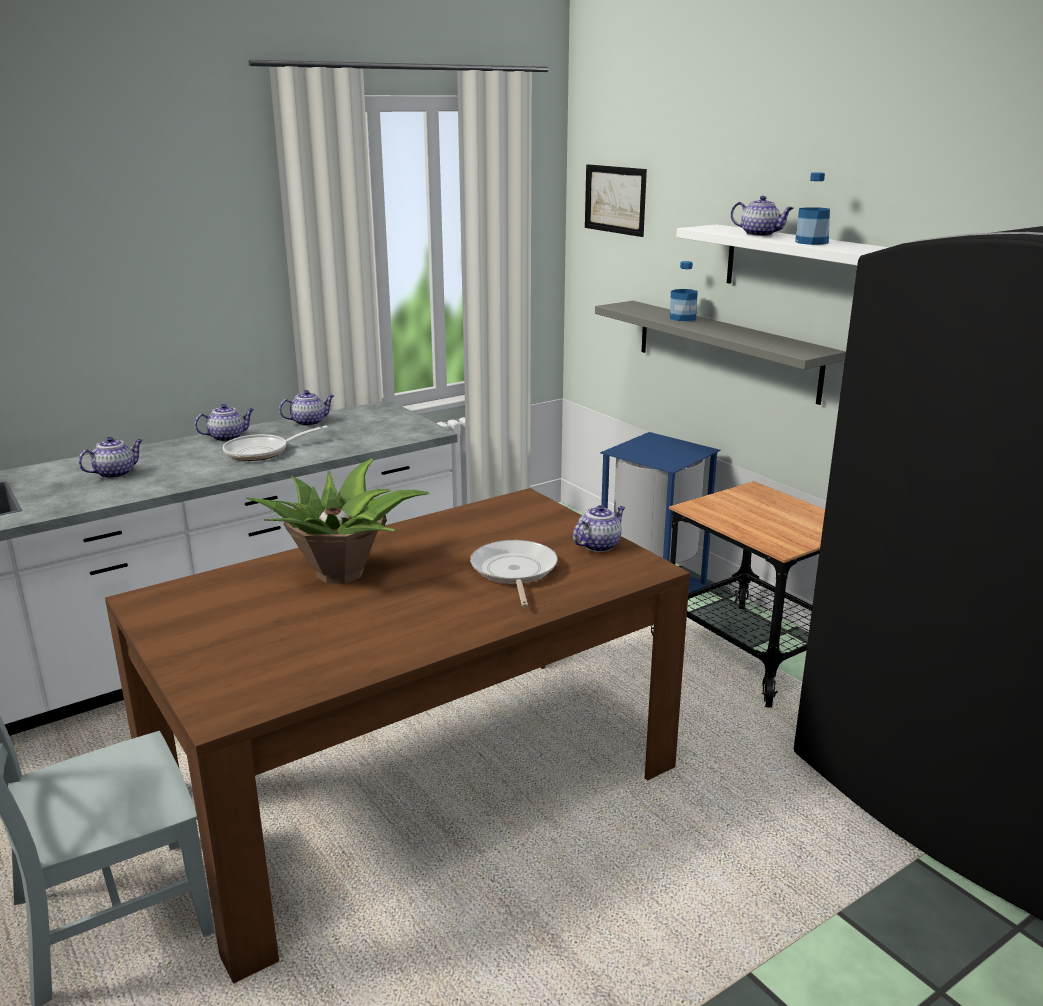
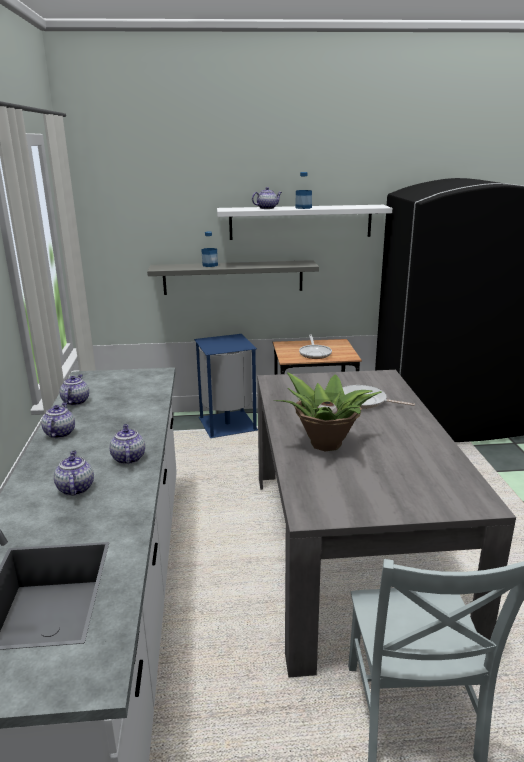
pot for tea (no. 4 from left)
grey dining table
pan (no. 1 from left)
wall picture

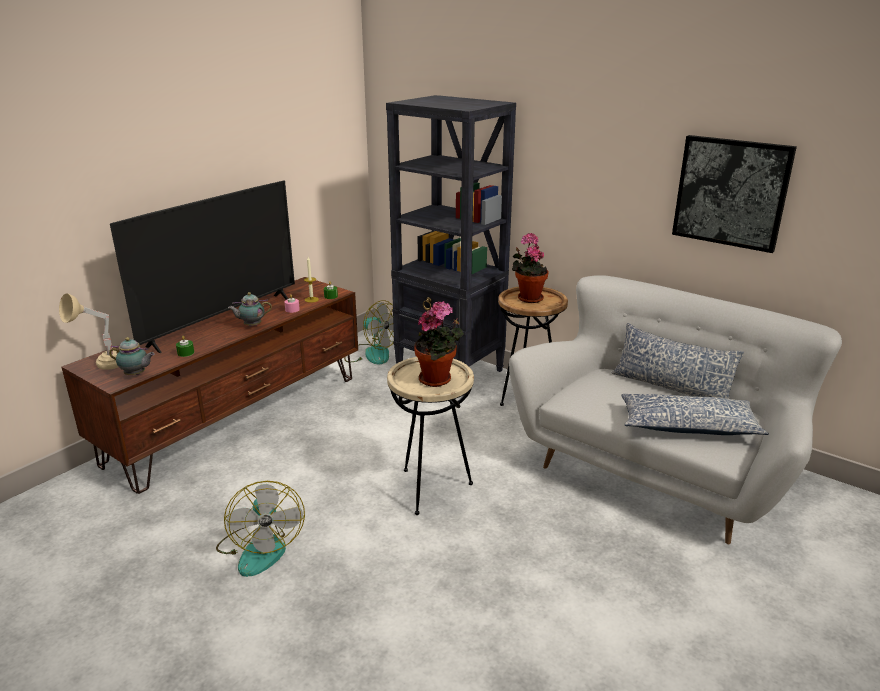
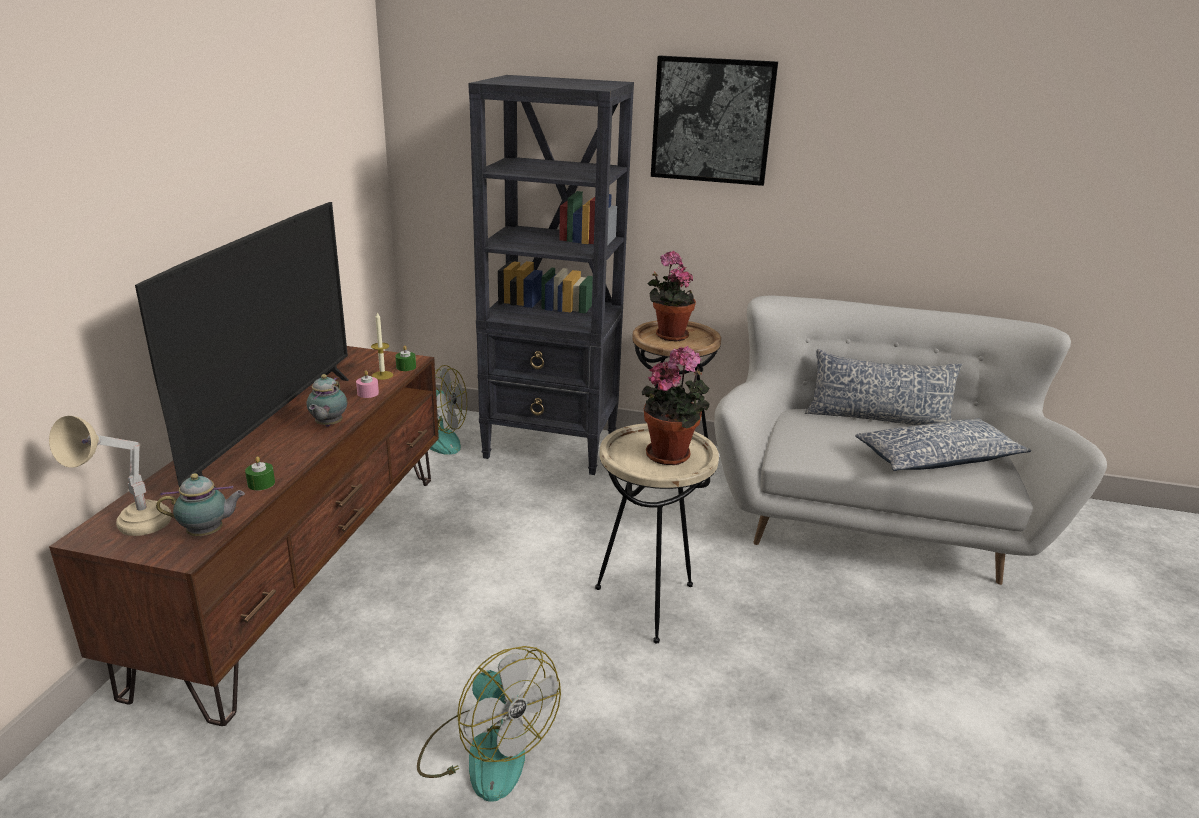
pot for tea (no. 2 from left)
wall picture

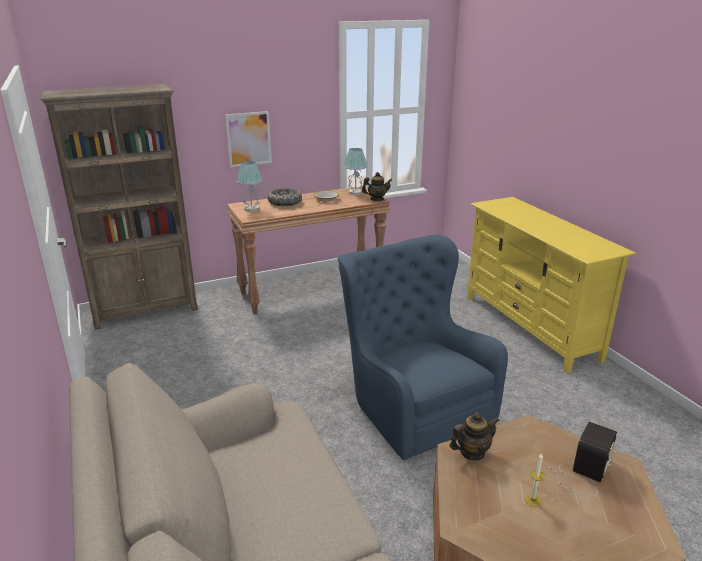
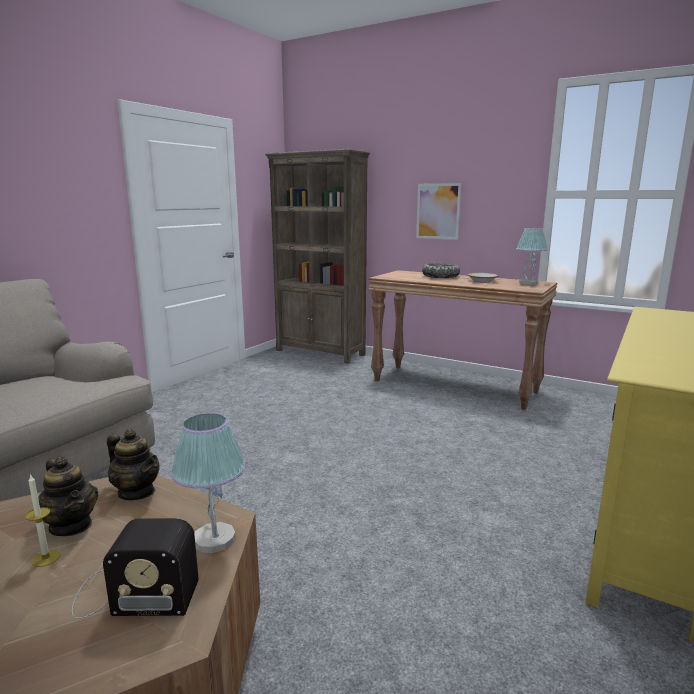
pot for tea (no. 1 from left)
tabletop lamp (no. 1 from left)
bluish armchair

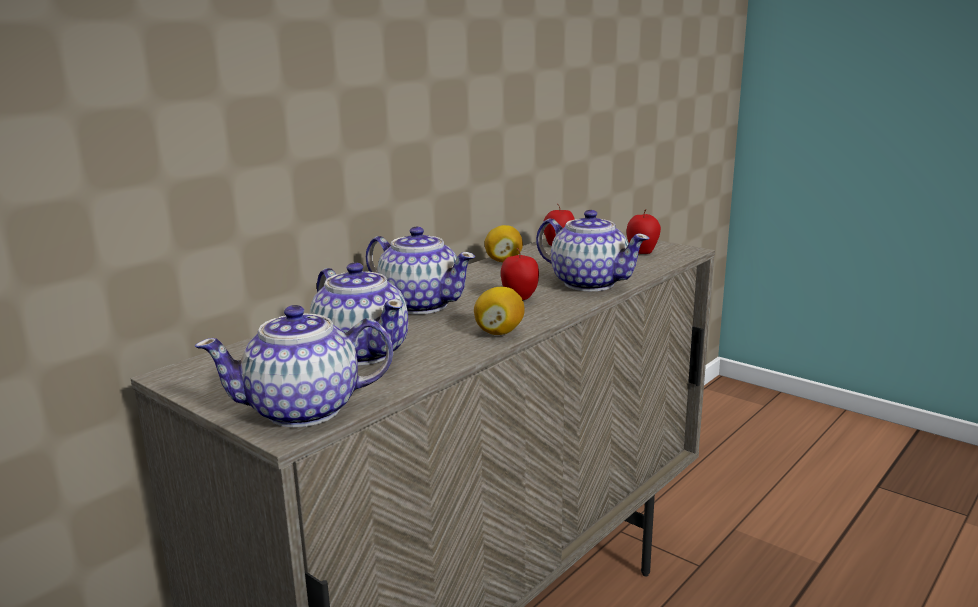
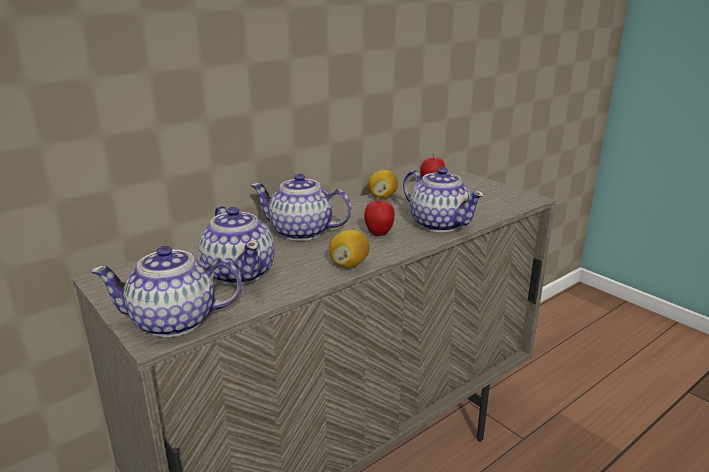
pot for tea (no. 3 from left)
apple fruit (no. 3 from left in the first image)

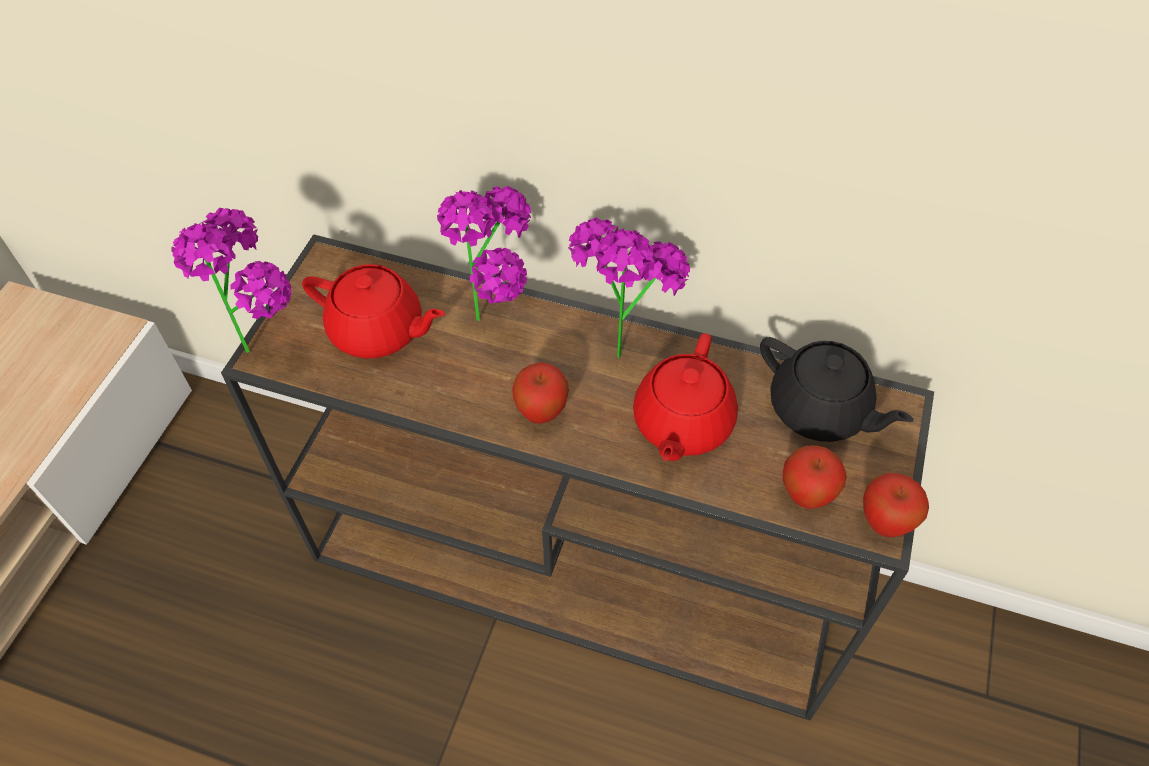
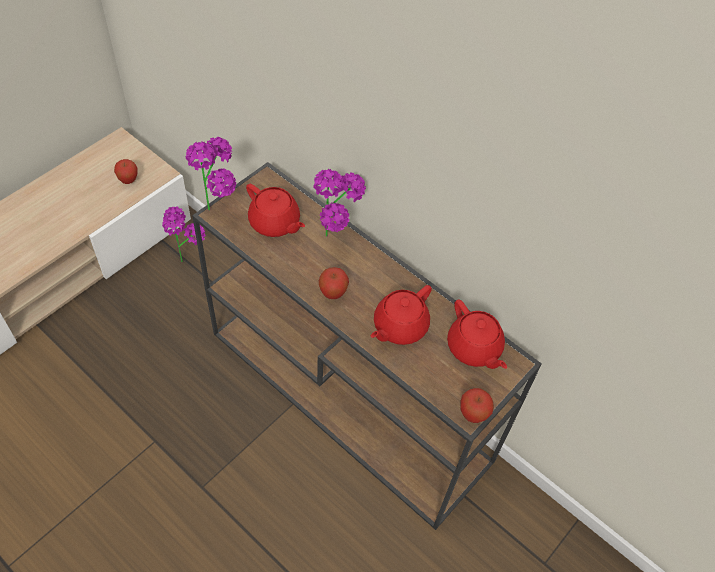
apple fruit (no. 1 from left)
potted plant (no. 1 from left)
reddish pot for tea (no. 3 from left)

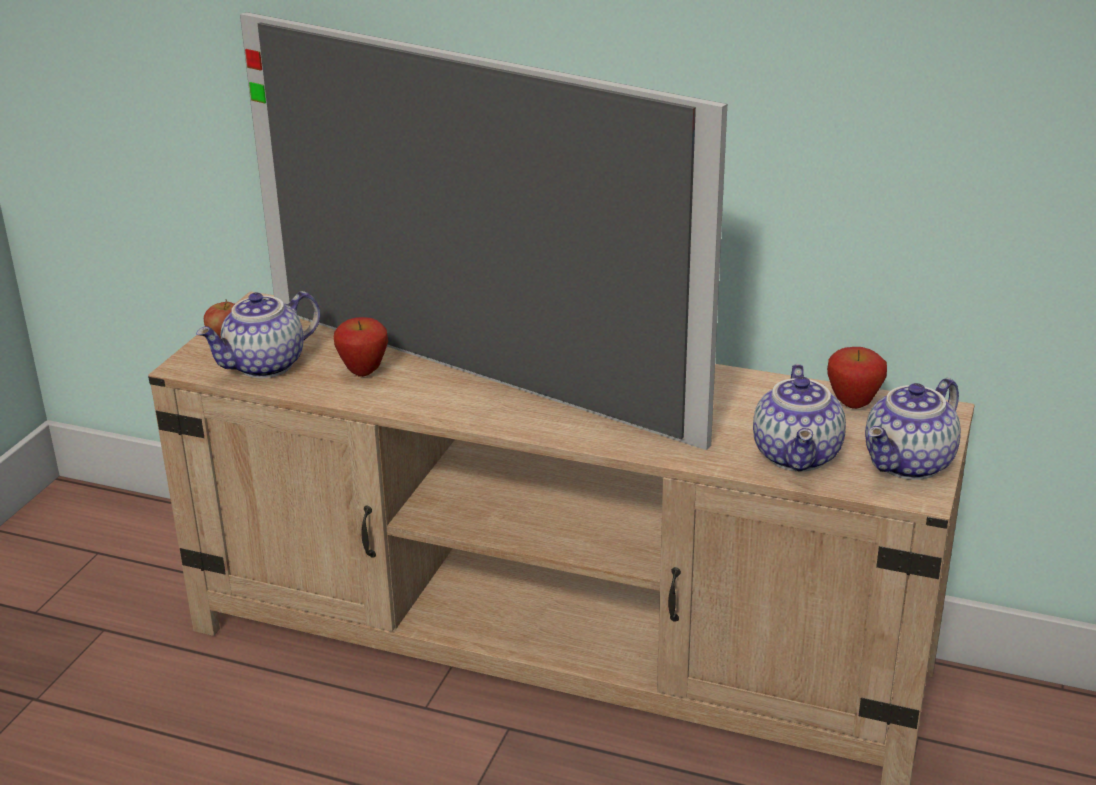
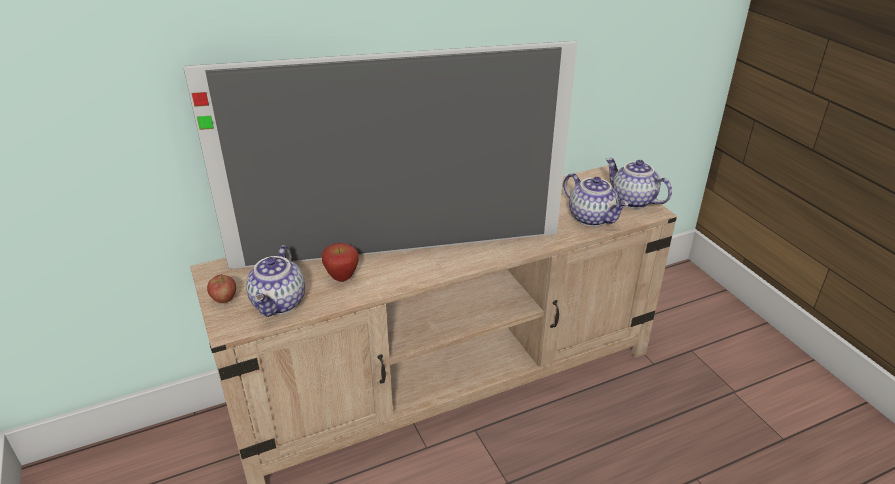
pot for tea (no. 3 from left)
apple fruit (no. 3 from left in the first image)

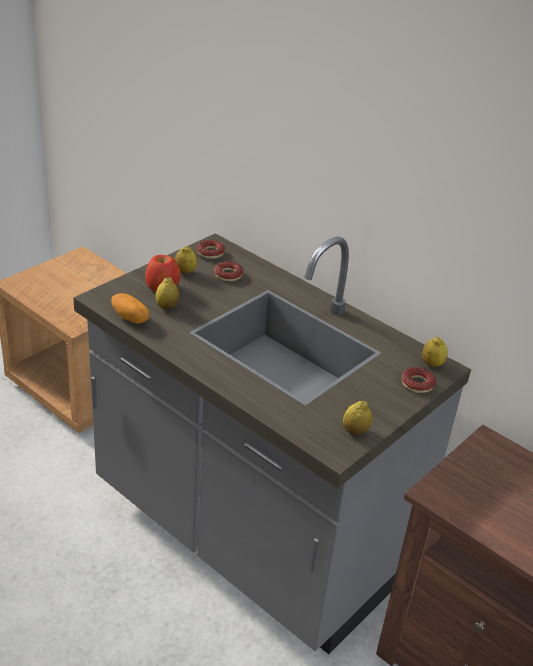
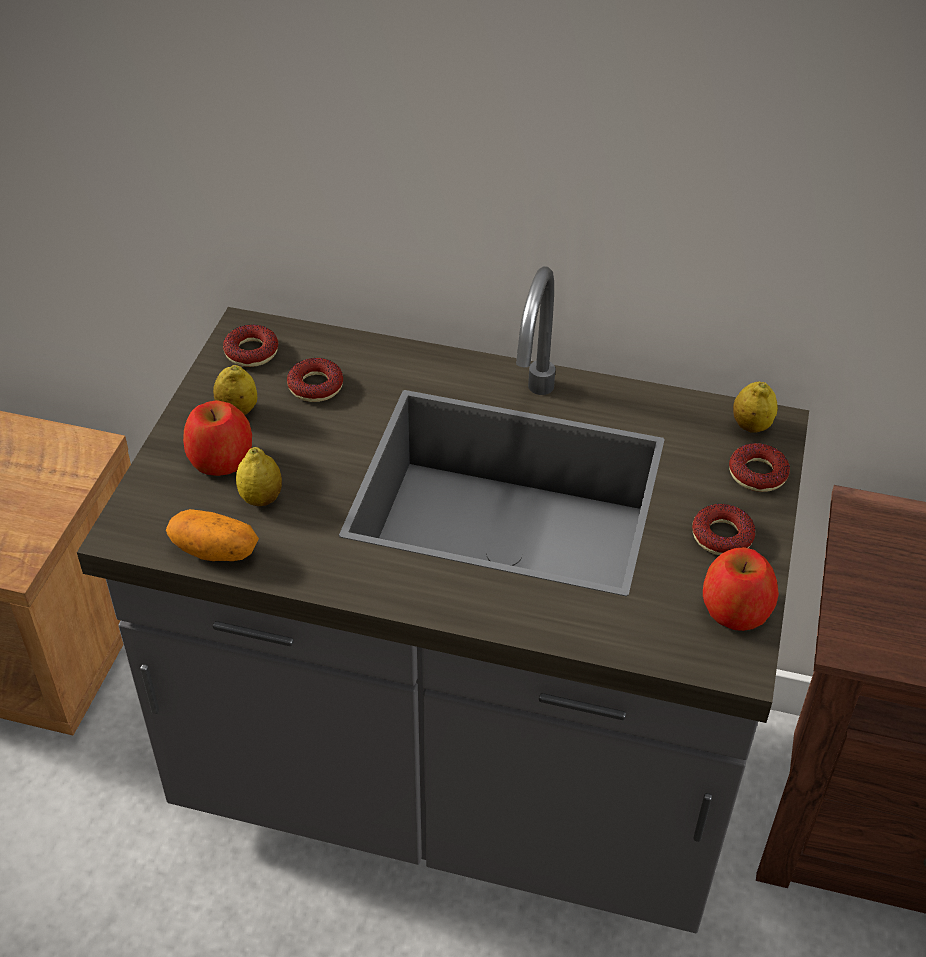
donut (no. 3 from left)
apple fruit (no. 2 from left)

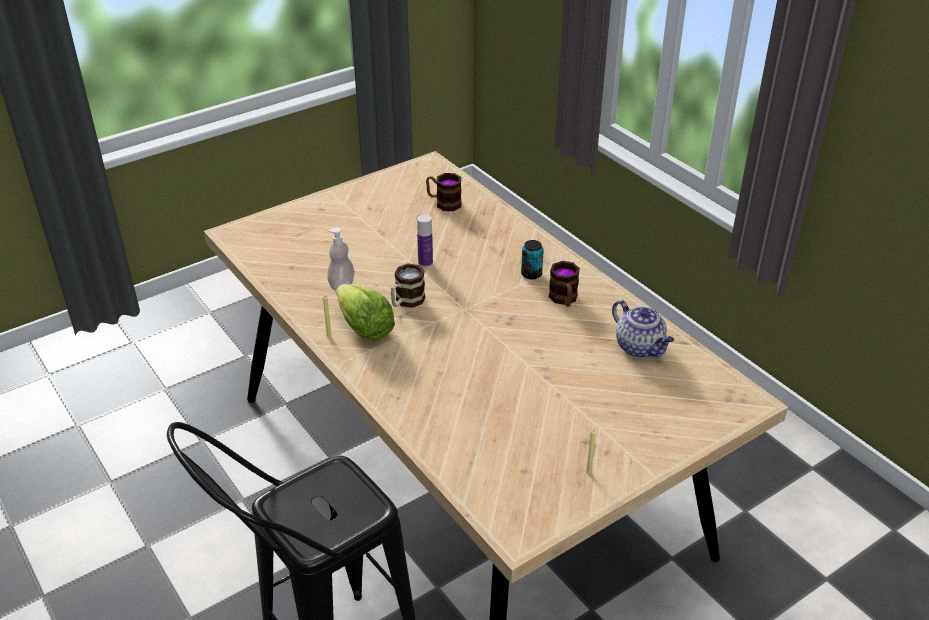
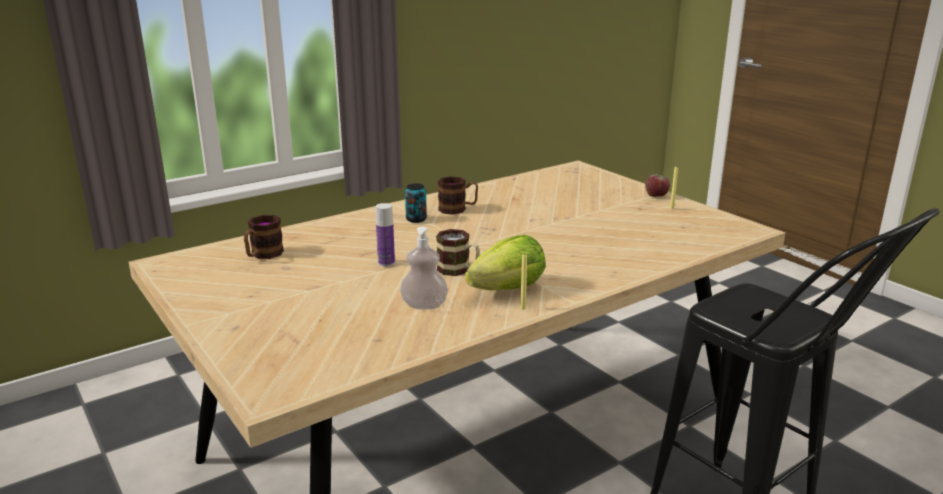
apple fruit
pot for tea

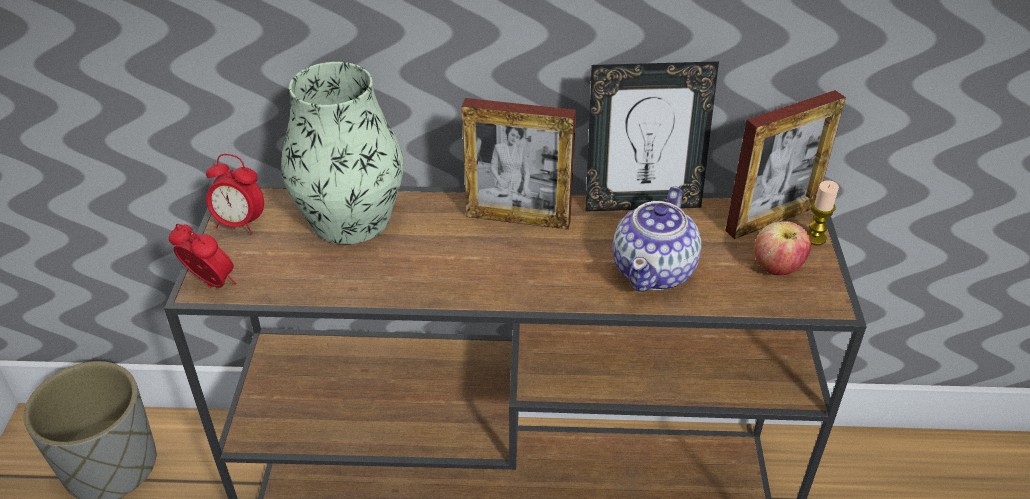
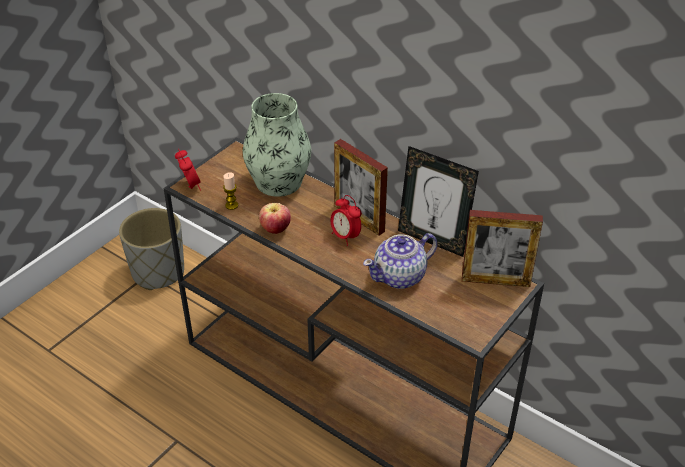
wax light
apple fruit
table clock (no. 2 from left)

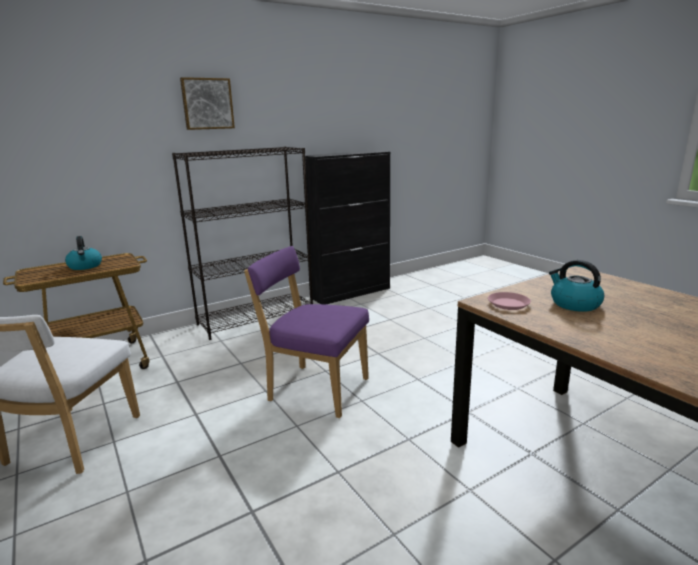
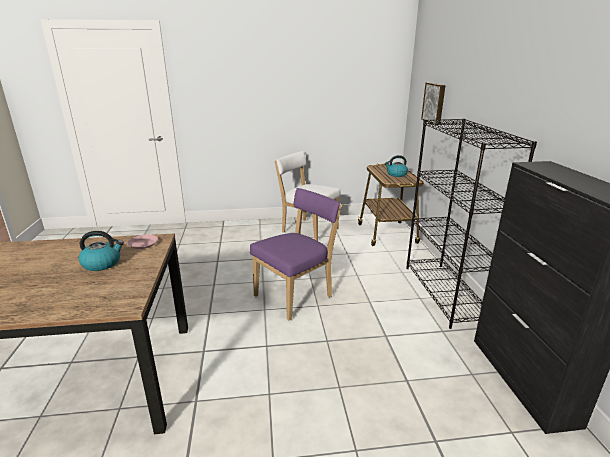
wall picture

